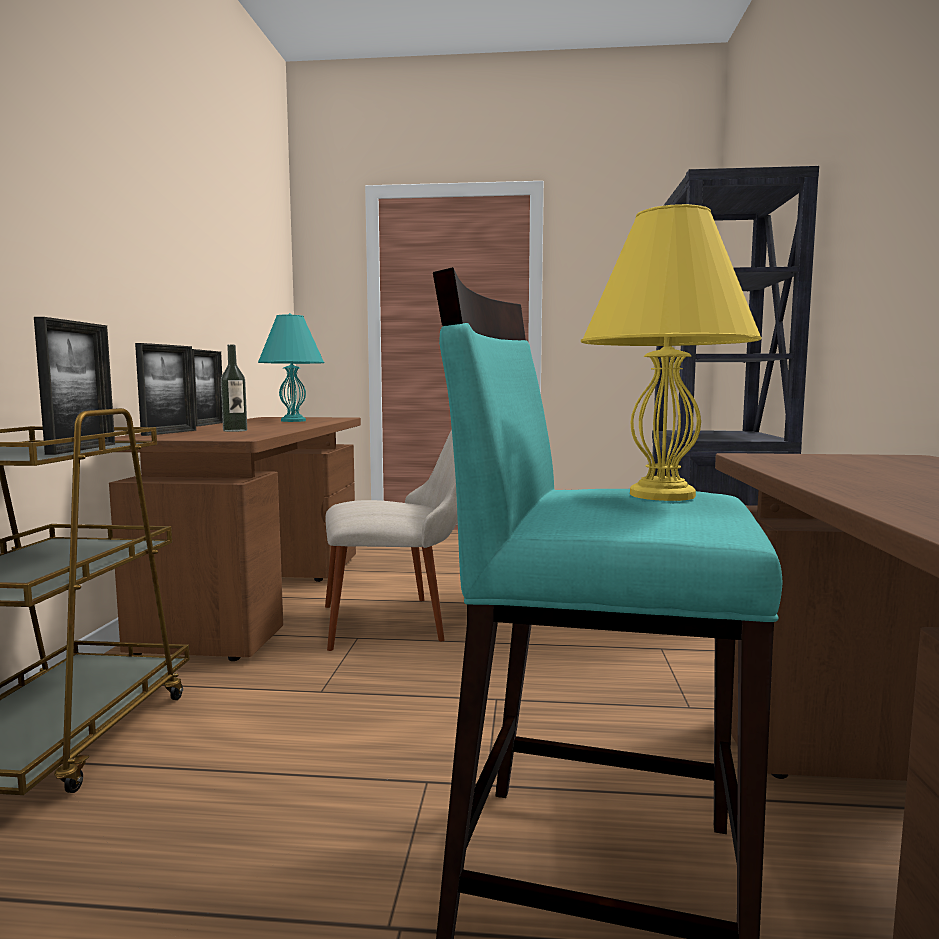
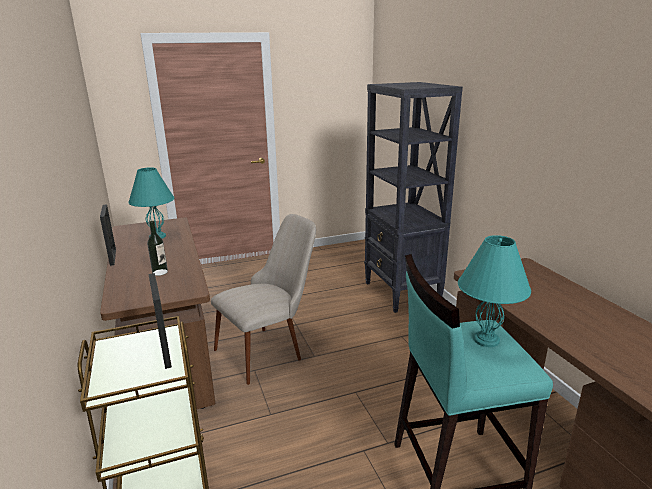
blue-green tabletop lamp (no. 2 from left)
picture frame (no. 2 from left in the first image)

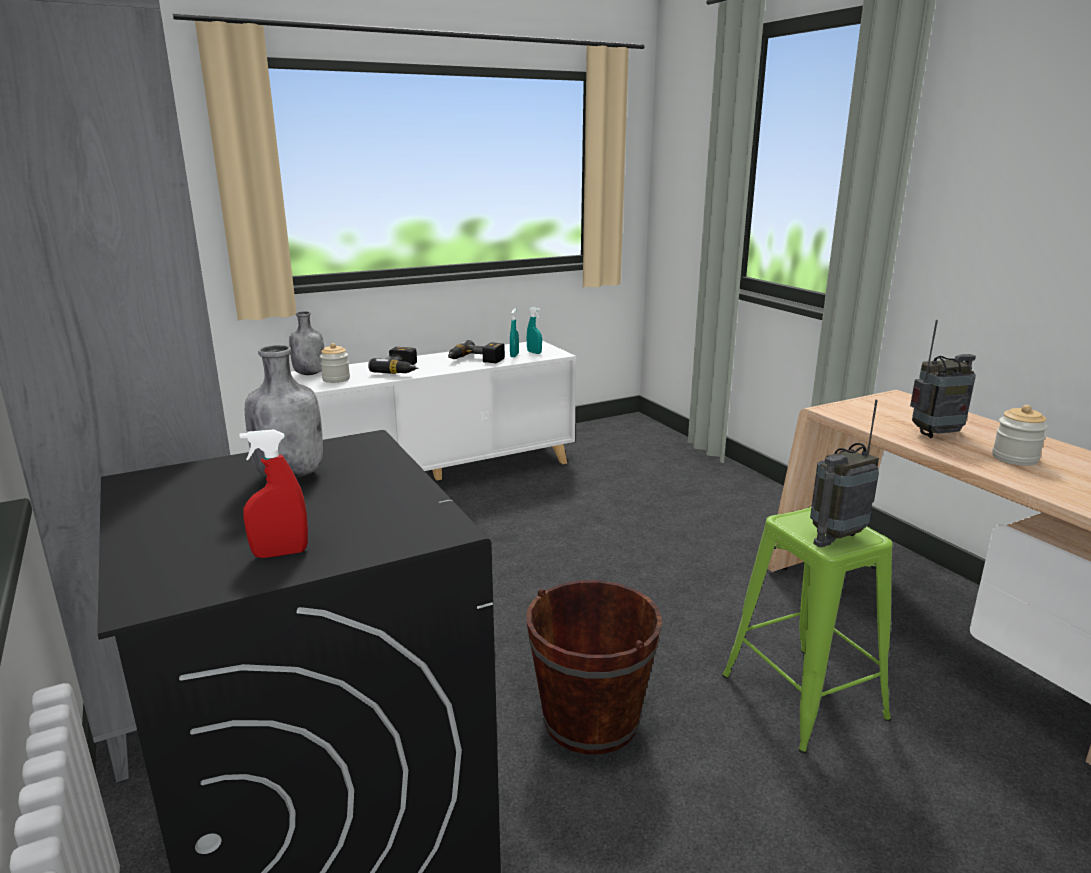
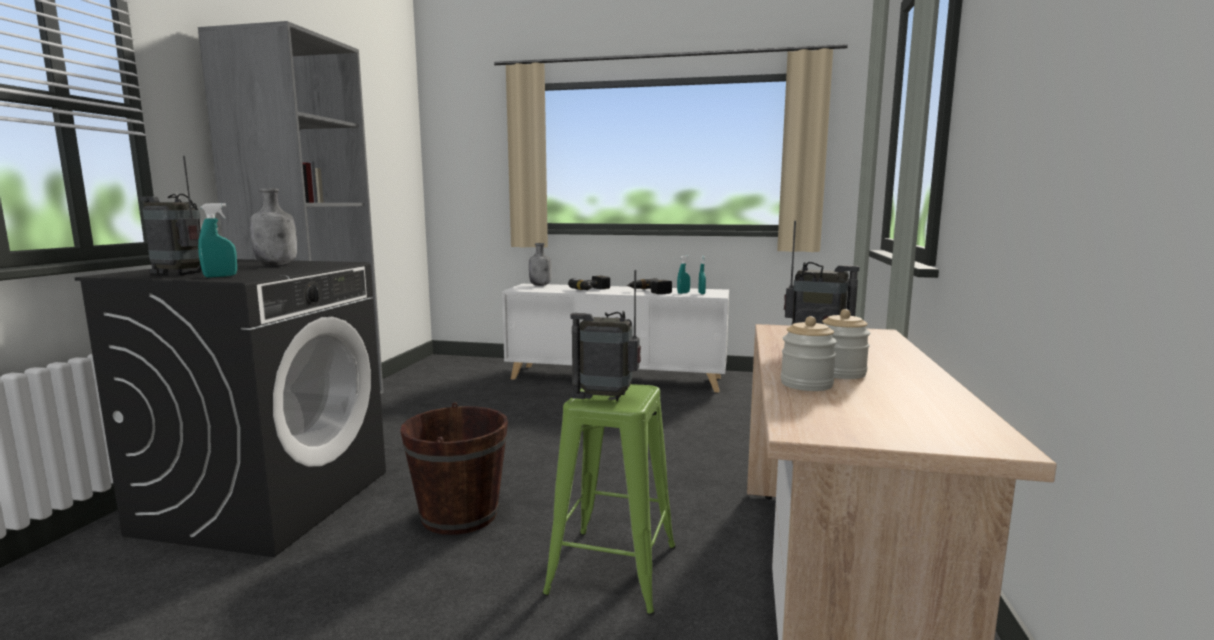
radio (no. 1 from left)
blue-green spray bottle (no. 1 from left)
preserve jar (no. 1 from left)

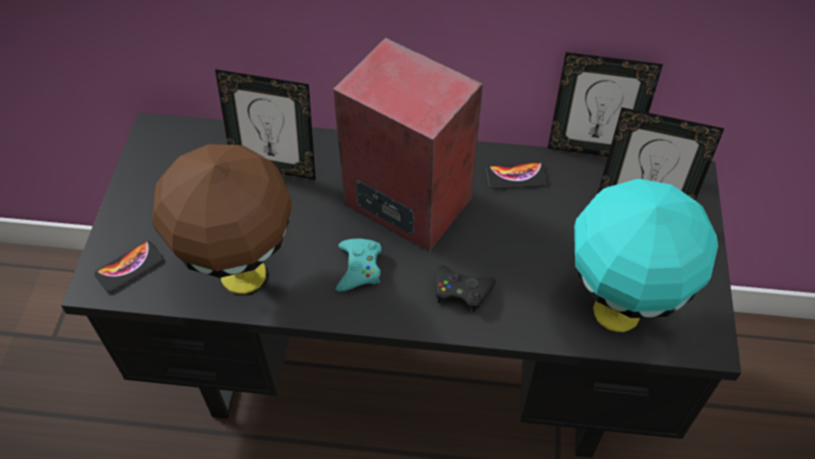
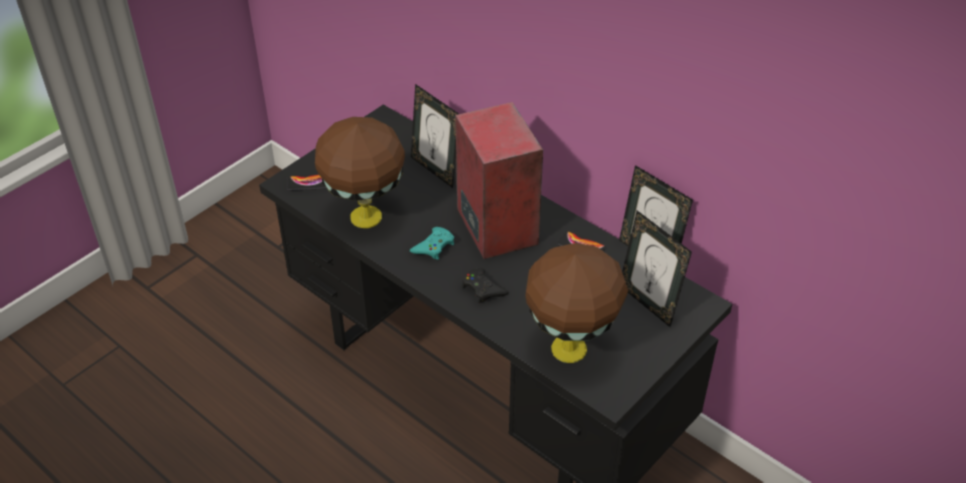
brown-coloured tabletop lamp (no. 2 from left)

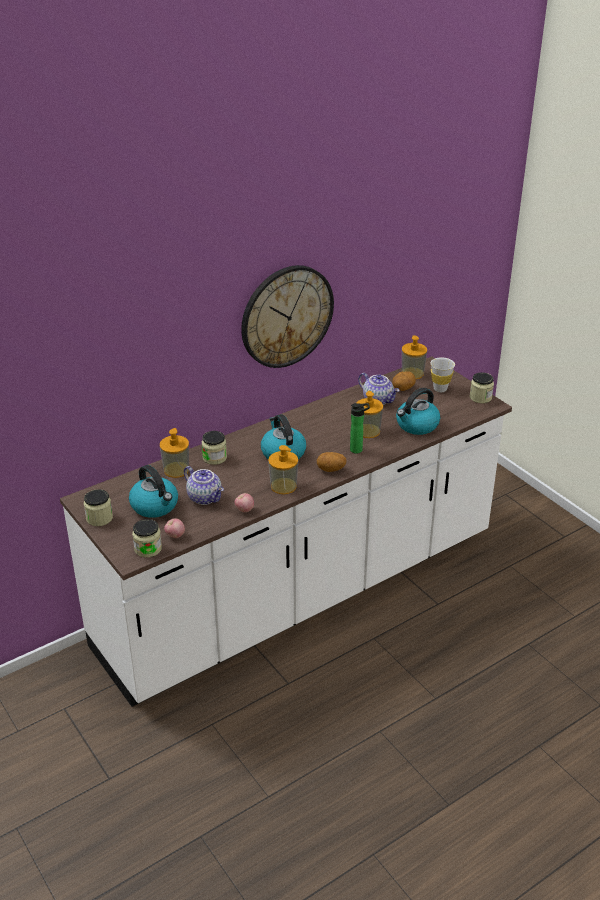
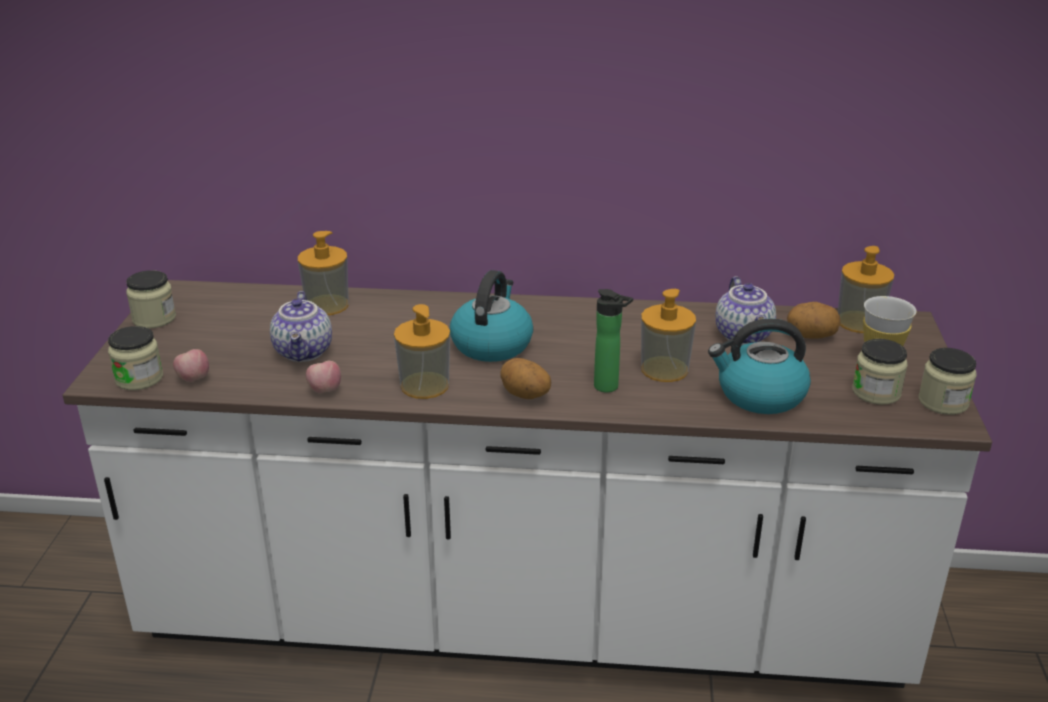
preserve jar (no. 3 from left)
tea kettle (no. 1 from left in the first image)
hanging clock

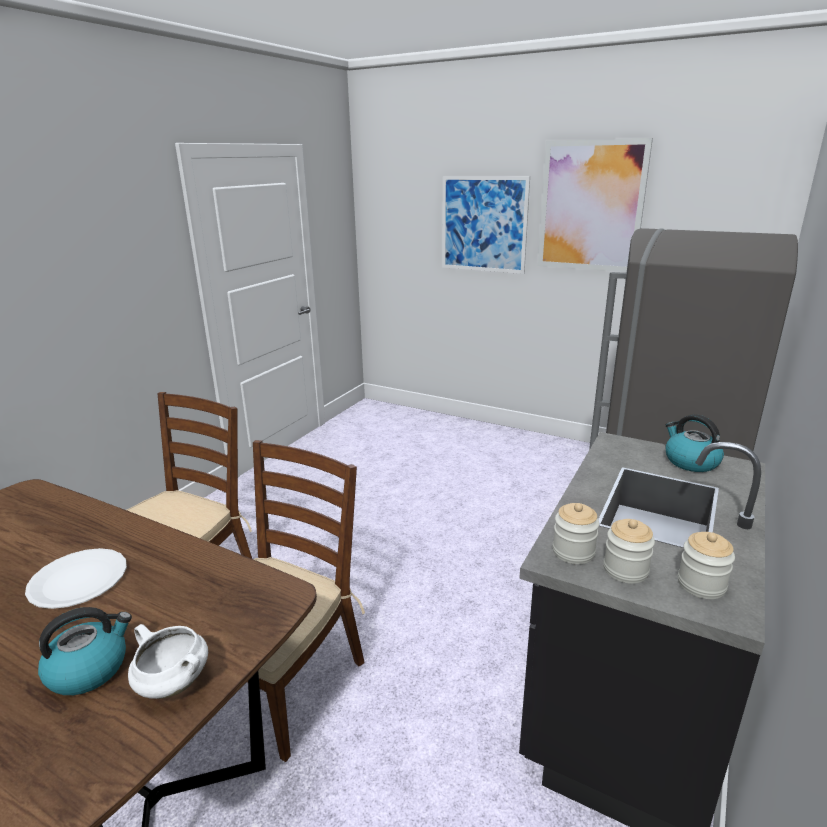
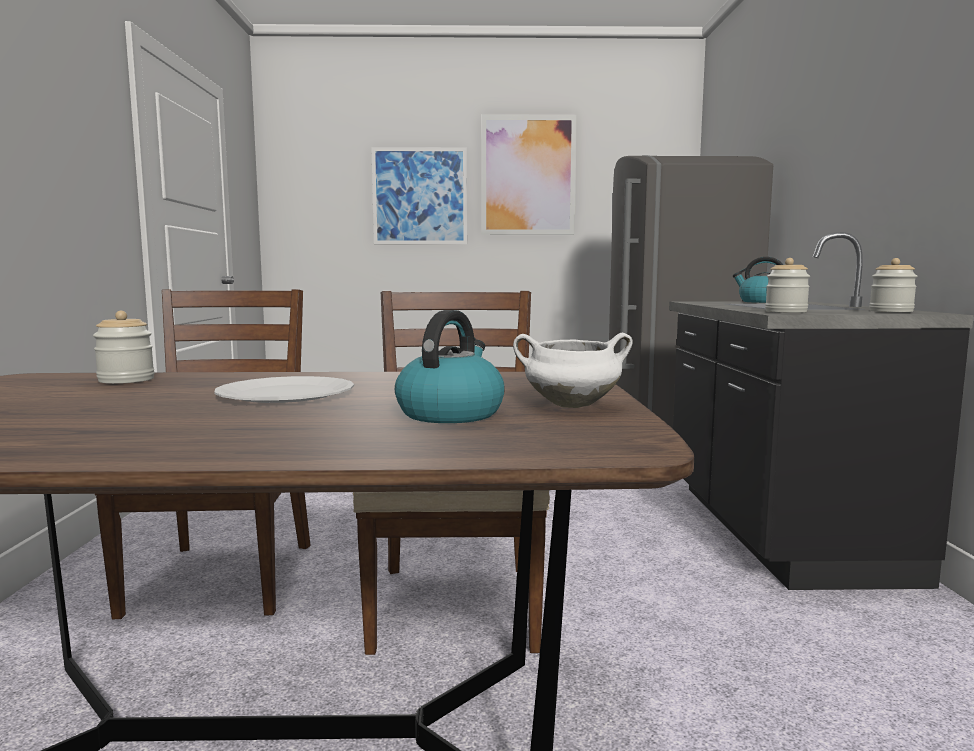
preserve jar (no. 1 from left)

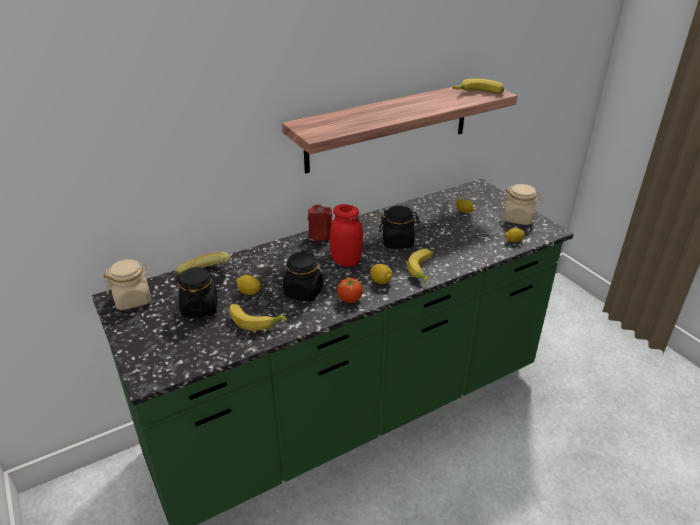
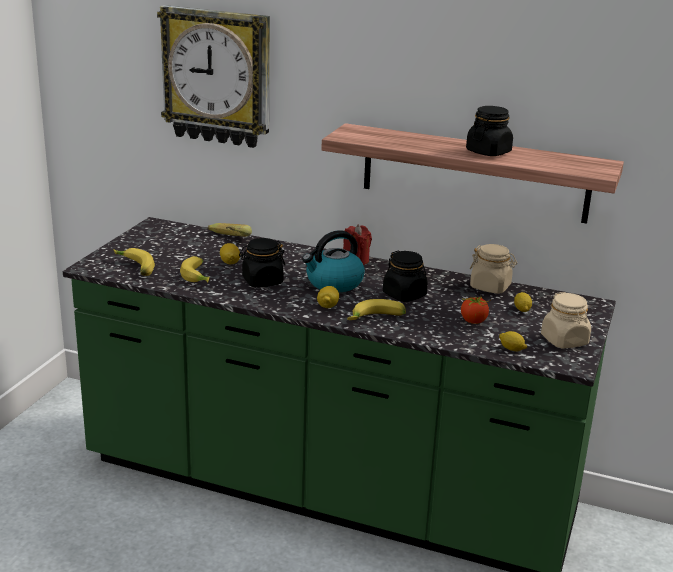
banana fruit (no. 1 from left)
hanging clock
tea kettle
fresh tomato
blackish preserve jar (no. 3 from left)
sand-coloured preserve jar (no. 1 from left)

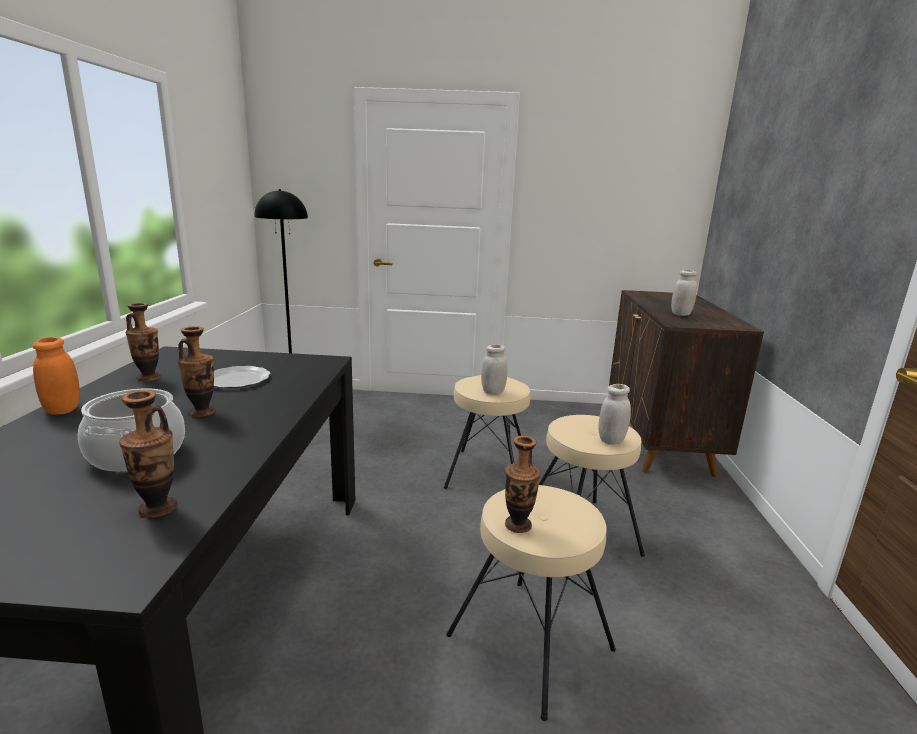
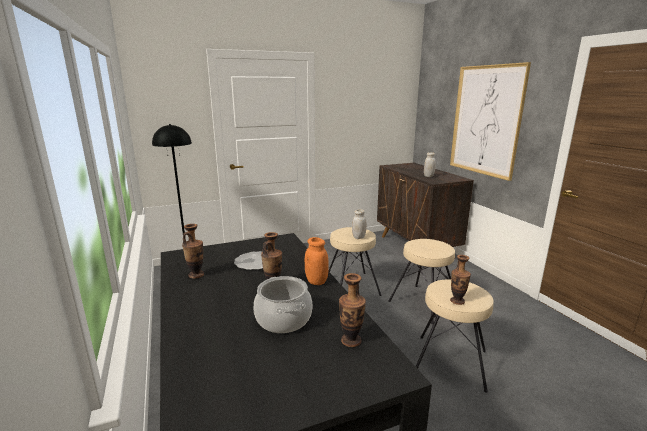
orange-coloured preserve jar
wall picture
white-coloured preserve jar (no. 2 from left in the first image)

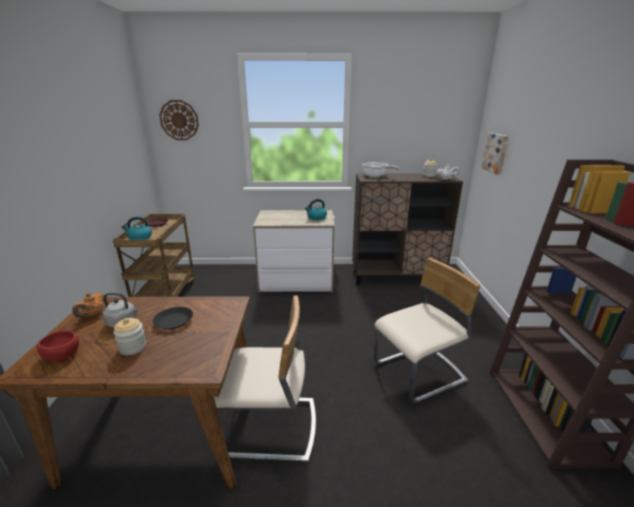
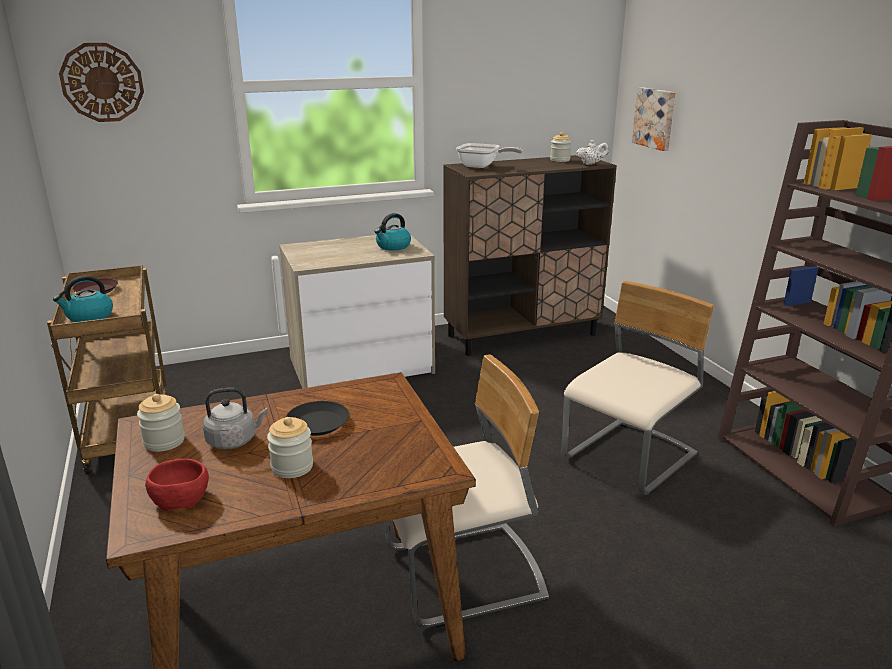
preserve jar (no. 1 from left)

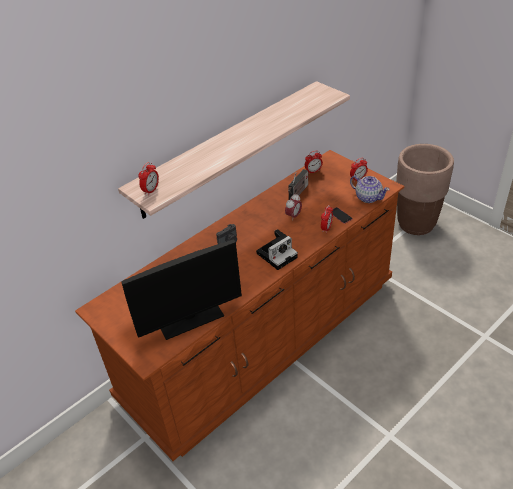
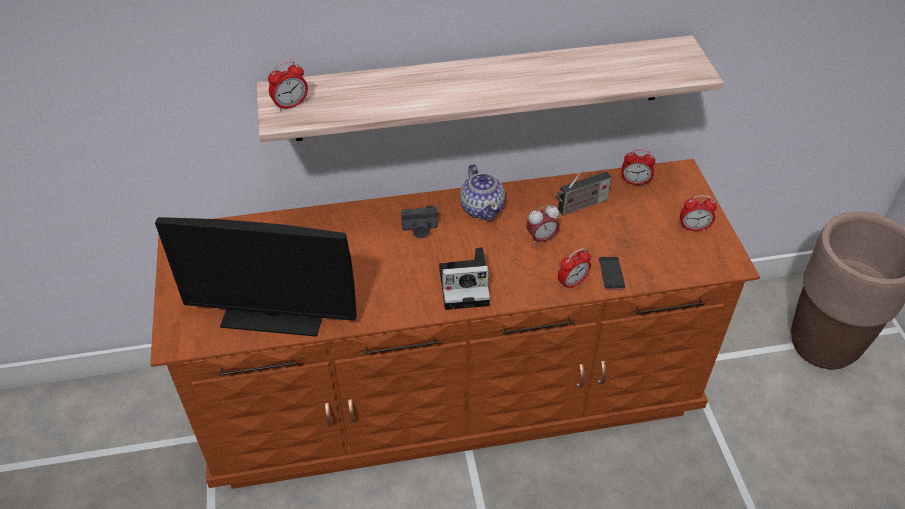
pot for tea

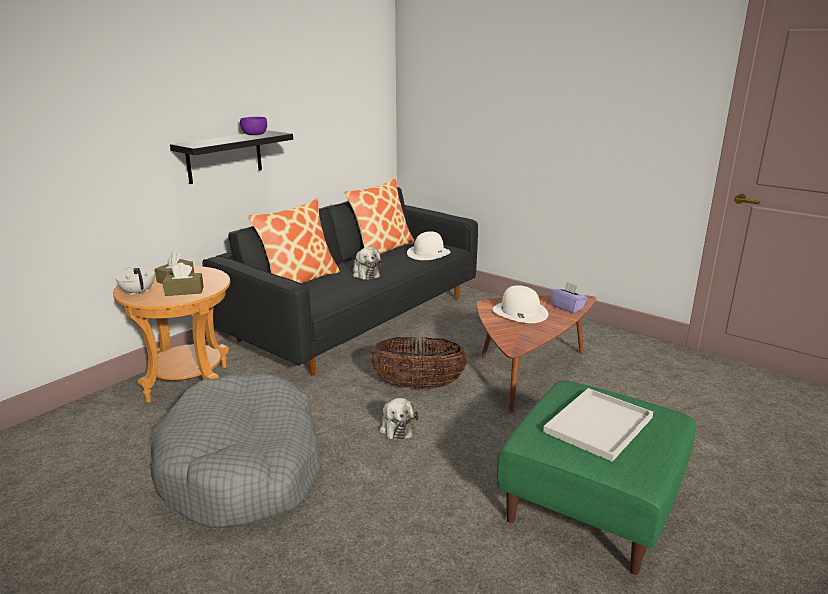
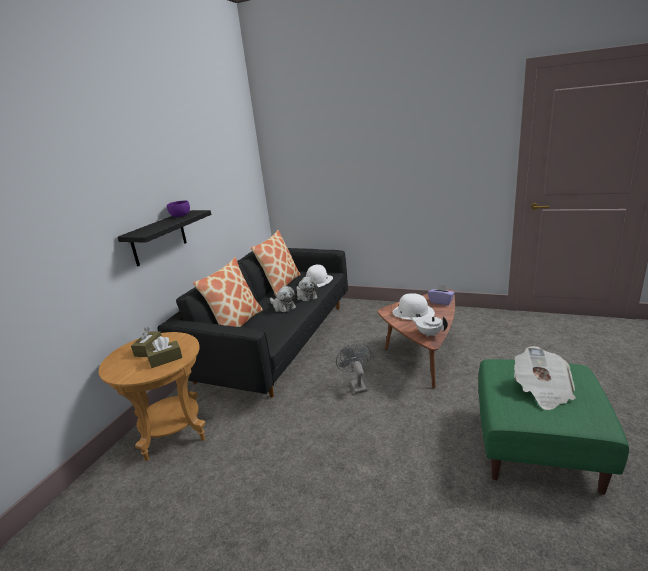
soft toy (no. 2 from left)
grey electric fan
white-coloured pot for tea
daily paper
grey dog cushion

